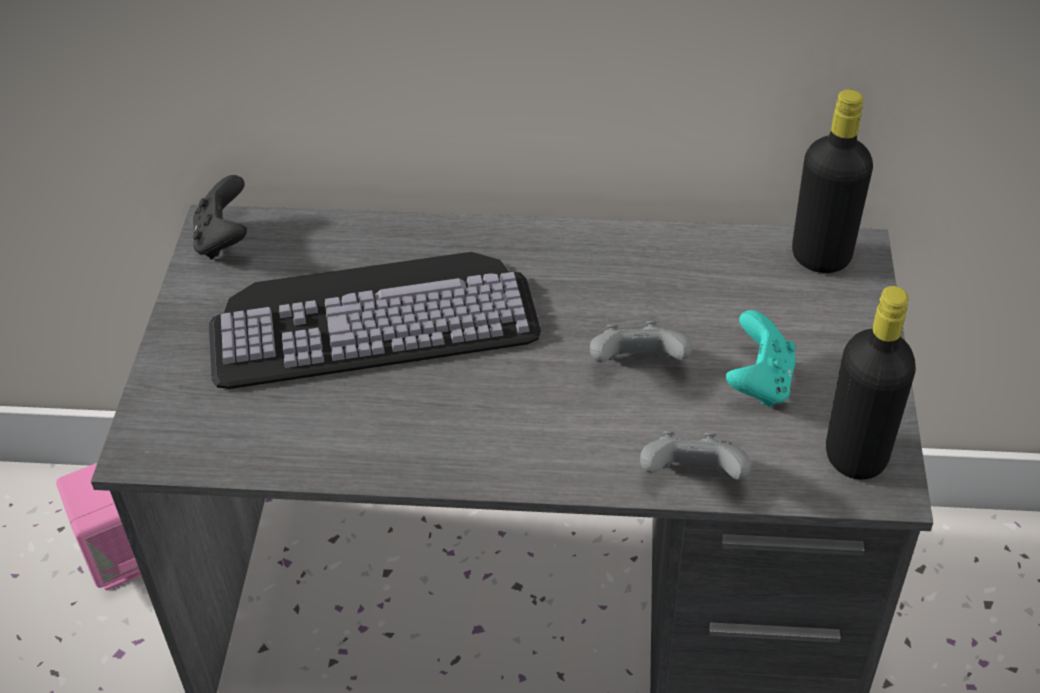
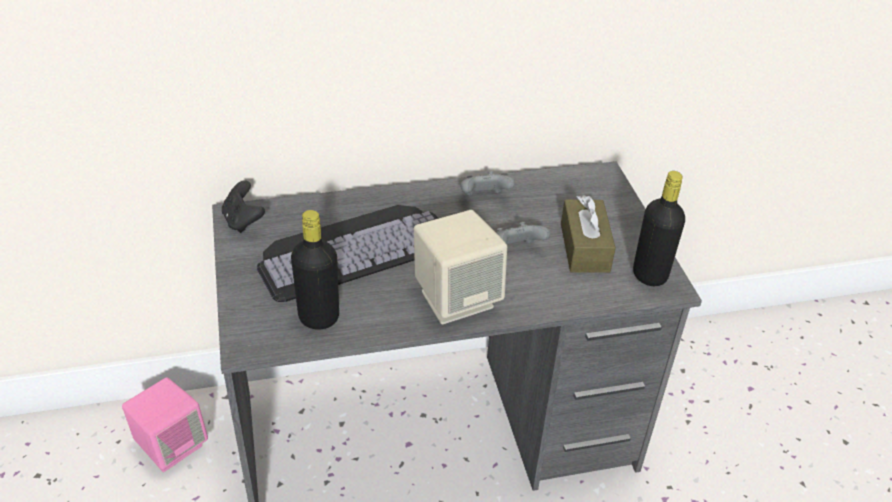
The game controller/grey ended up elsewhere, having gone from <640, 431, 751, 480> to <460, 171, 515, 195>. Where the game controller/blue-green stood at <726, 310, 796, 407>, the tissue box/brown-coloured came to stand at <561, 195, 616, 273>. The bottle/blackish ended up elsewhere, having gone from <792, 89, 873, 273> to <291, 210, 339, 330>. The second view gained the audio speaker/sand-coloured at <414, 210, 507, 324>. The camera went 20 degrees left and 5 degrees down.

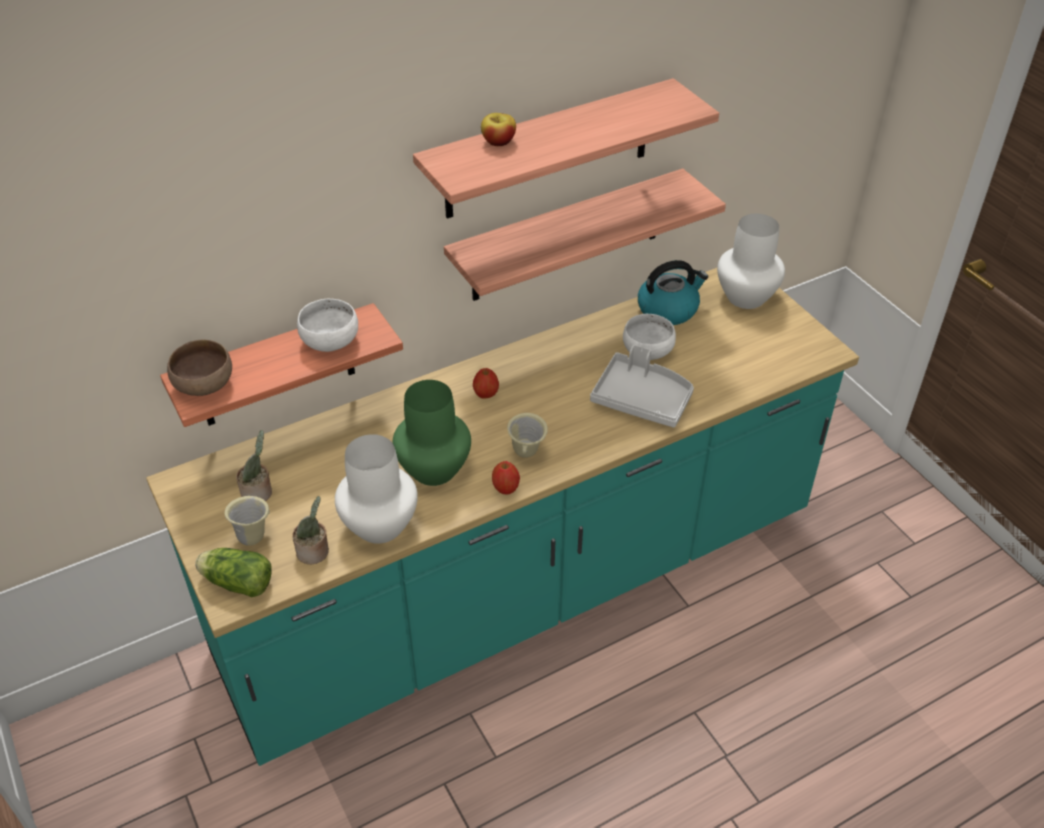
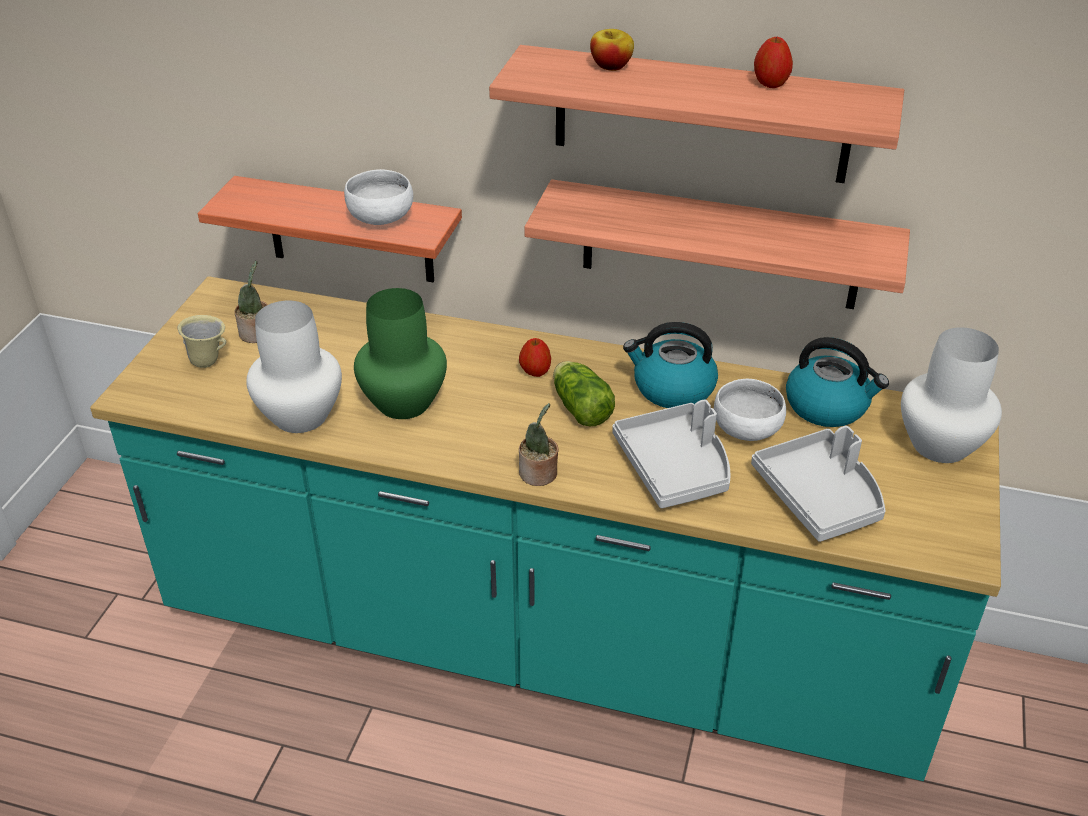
The second view lost the serving bowl/brown-coloured at <167, 339, 232, 396>. The lettuce head ended up elsewhere, having gone from <195, 548, 272, 597> to <553, 361, 615, 426>. The plant in a pot ended up elsewhere, having gone from <292, 496, 329, 564> to <519, 403, 558, 486>. The apple fruit ended up elsewhere, having gone from <492, 461, 520, 495> to <754, 37, 793, 88>. The second view lost the coffee mug/sand-coloured at <507, 413, 548, 458>. The second view gained the kettle at <623, 322, 718, 408>. The second view gained the serving tray/grey at <751, 426, 886, 542>. The camera went 45 degrees right and 5 degrees down.

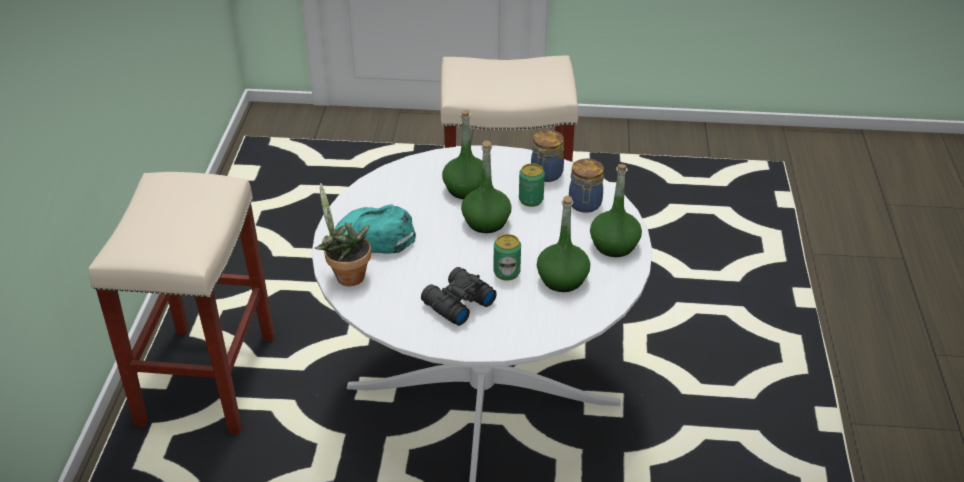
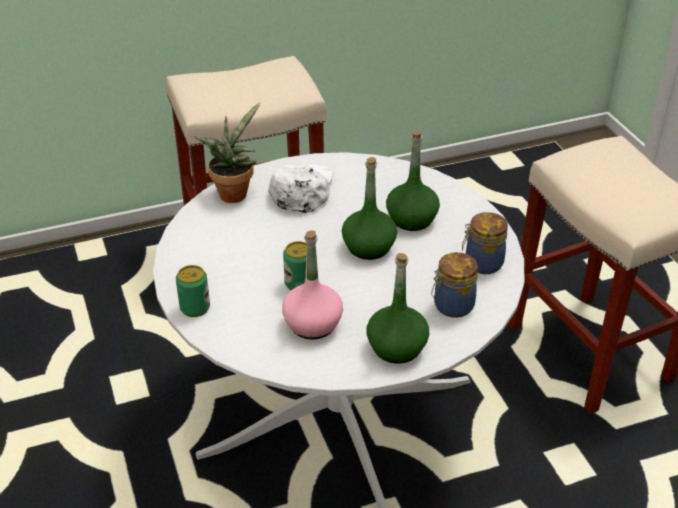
What was the peaked cap/blue-green at <335, 204, 416, 253> turned into the peaked cap/whitish at <268, 164, 334, 213>. The second view lost the pair of binoculars/blackish at <421, 267, 497, 326>. The sealed can ended up elsewhere, having gone from <519, 163, 545, 207> to <176, 265, 210, 317>. What was the bottle/greenish at <537, 196, 590, 292> turned into the bottle/pink-coloured at <282, 230, 343, 339>. The camera went 65 degrees right and 0 degrees up.

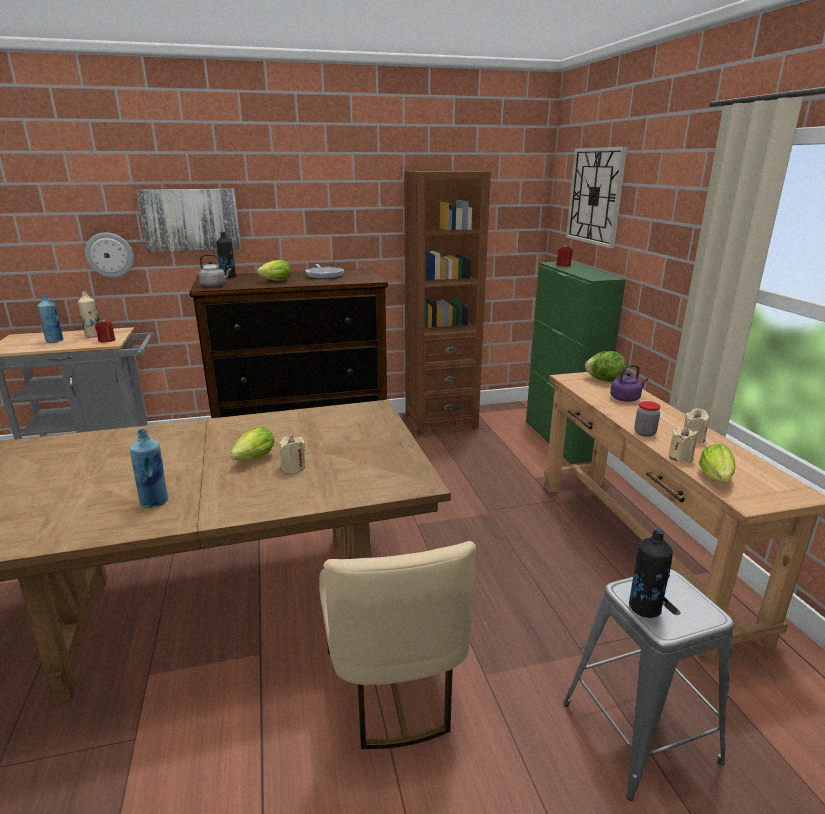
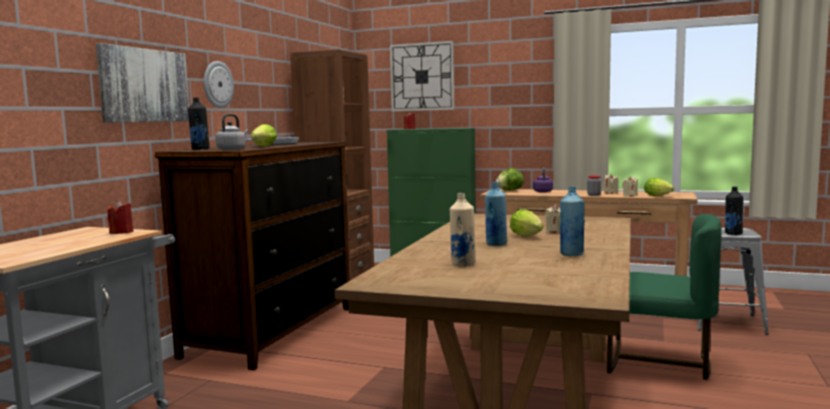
The bottle/bluish ended up elsewhere, having gone from <37, 295, 63, 343> to <485, 182, 507, 246>. The bottle/sand-coloured ended up elsewhere, having gone from <78, 291, 99, 338> to <450, 193, 476, 266>. The clock on the wall ended up elsewhere, having gone from <85, 233, 134, 278> to <204, 61, 234, 108>. What was the plain chair/sand-coloured at <319, 541, 476, 749> turned into the plain chair/greenish at <607, 214, 722, 380>. The camera went 55 degrees left and 15 degrees down.

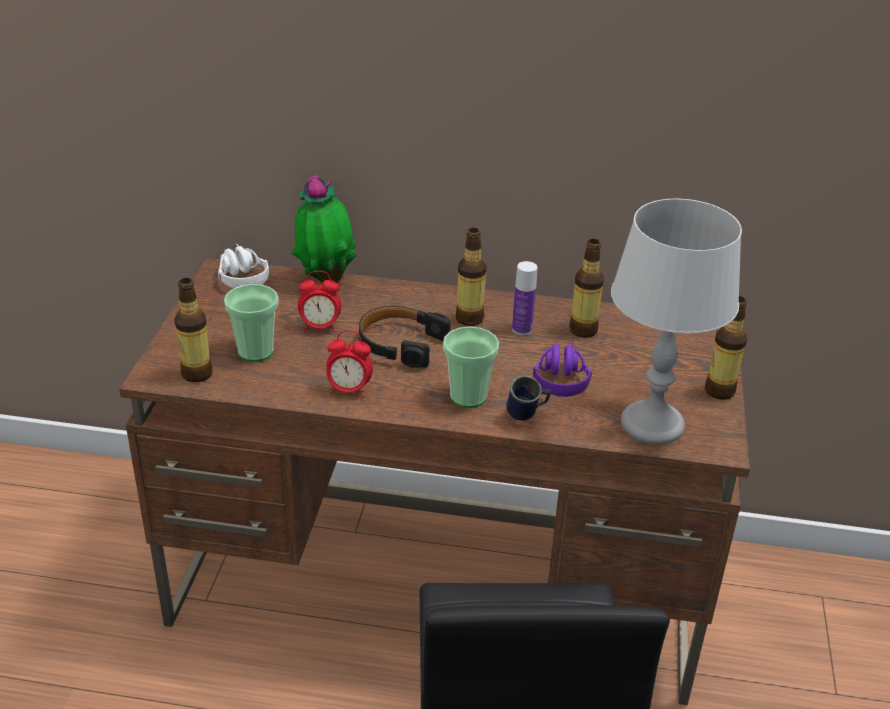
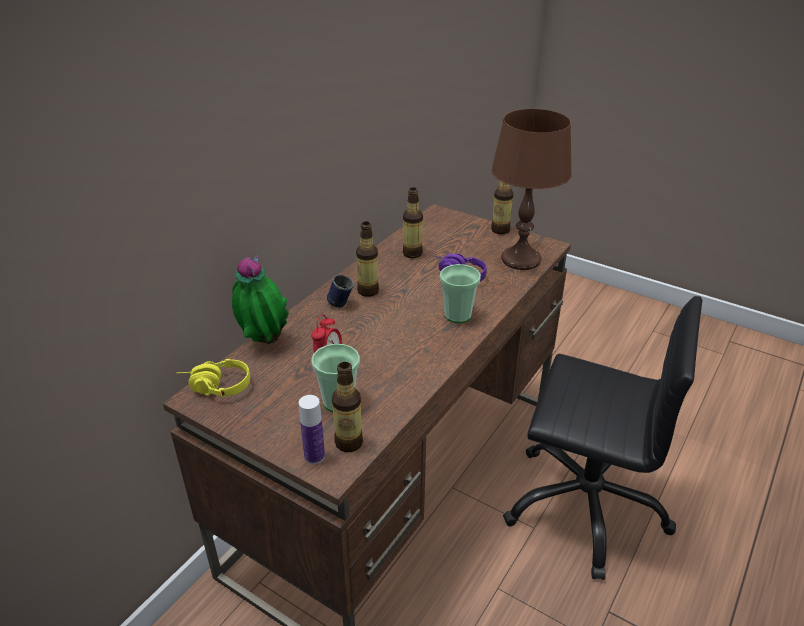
What was the headphones/whitish at <218, 244, 269, 288> turned into the headphones/yellow-coloured at <176, 359, 250, 397>. The second view lost the bedside clock at <326, 331, 373, 398>. The second view lost the headphones/blackish at <359, 306, 451, 368>. The coffee mug/bluish ended up elsewhere, having gone from <506, 375, 551, 421> to <327, 275, 354, 308>. The bottle ended up elsewhere, having gone from <512, 261, 537, 335> to <299, 395, 325, 464>. What was the lamp for a table/grey at <611, 199, 742, 445> turned into the lamp for a table/brown-coloured at <491, 109, 572, 270>. The camera went 65 degrees left and 0 degrees up.

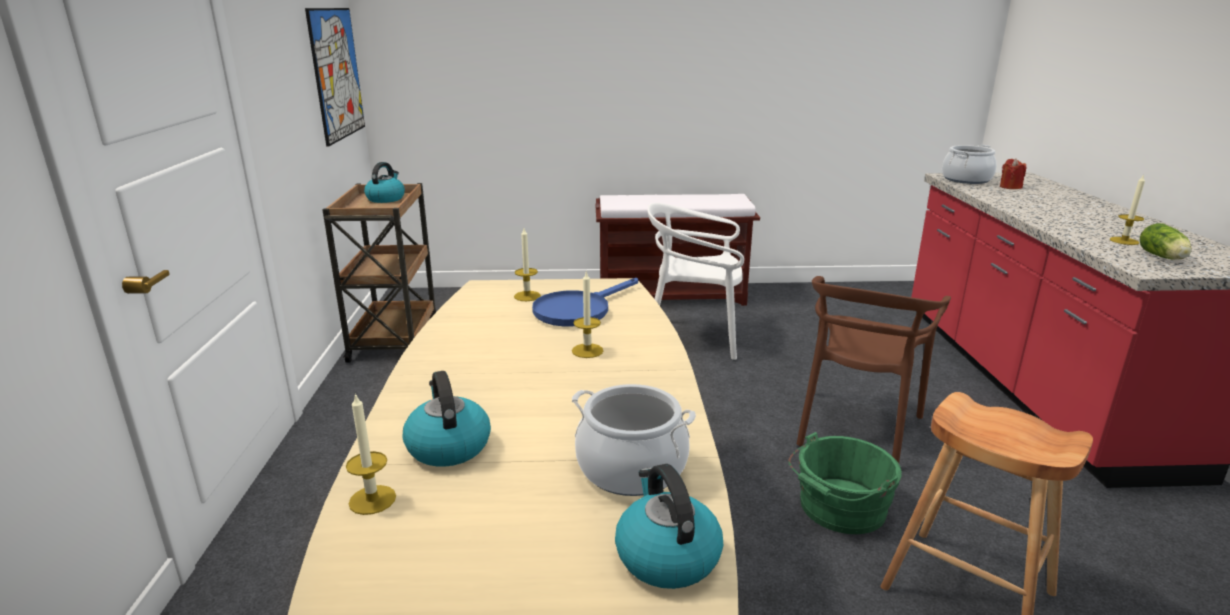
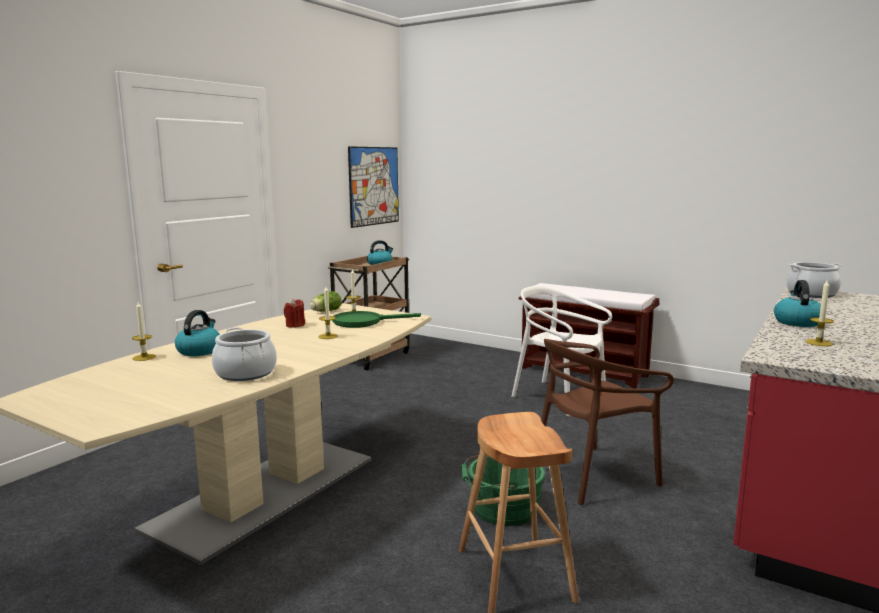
What was the pan/bluish at <532, 278, 638, 327> turned into the pan/greenish at <332, 311, 421, 328>. The kettle ended up elsewhere, having gone from <615, 464, 723, 589> to <774, 280, 821, 327>. The candle/red ended up elsewhere, having gone from <1000, 158, 1027, 189> to <284, 299, 305, 328>. The lettuce head ended up elsewhere, having gone from <1140, 223, 1192, 260> to <310, 291, 342, 312>. The camera went 35 degrees right and 10 degrees down.

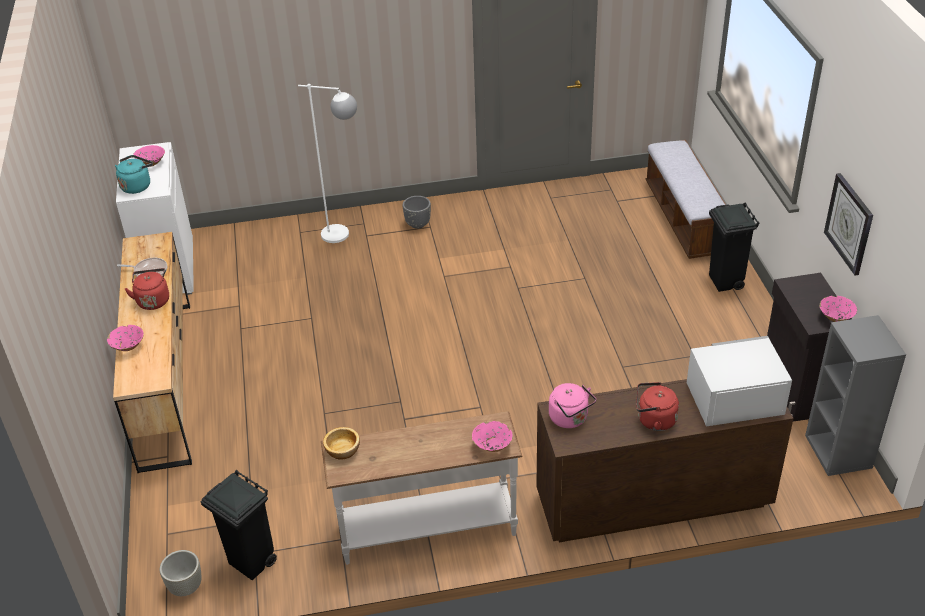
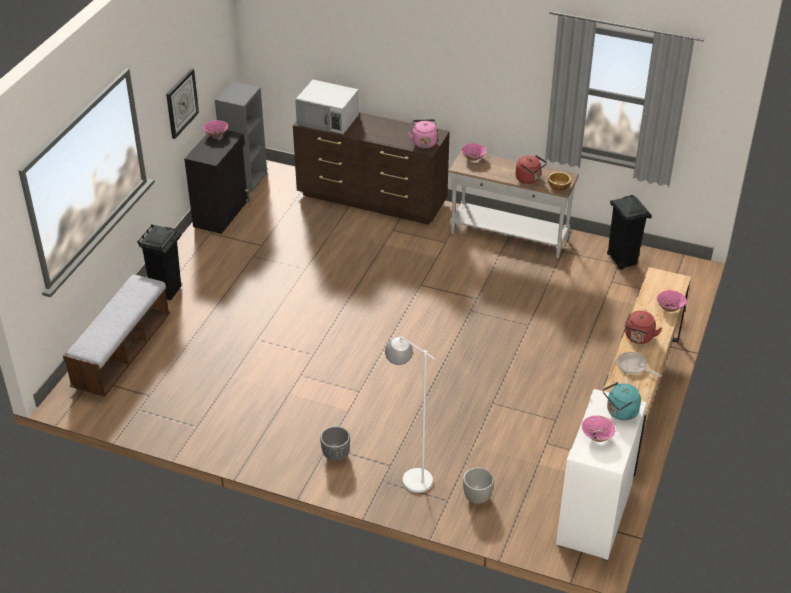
The flower pot/grey ended up elsewhere, having gone from <160, 550, 202, 596> to <463, 468, 494, 504>. The kettle/red ended up elsewhere, having gone from <636, 382, 679, 431> to <516, 155, 547, 184>. The camera went 150 degrees left and 0 degrees up.

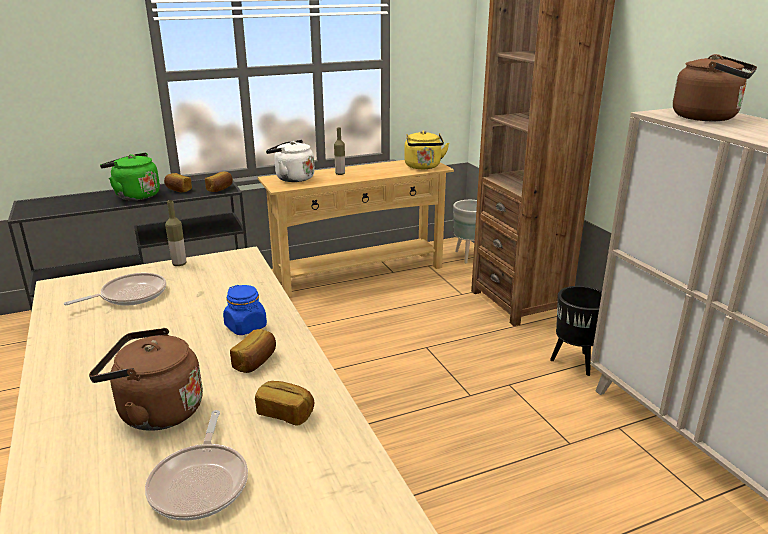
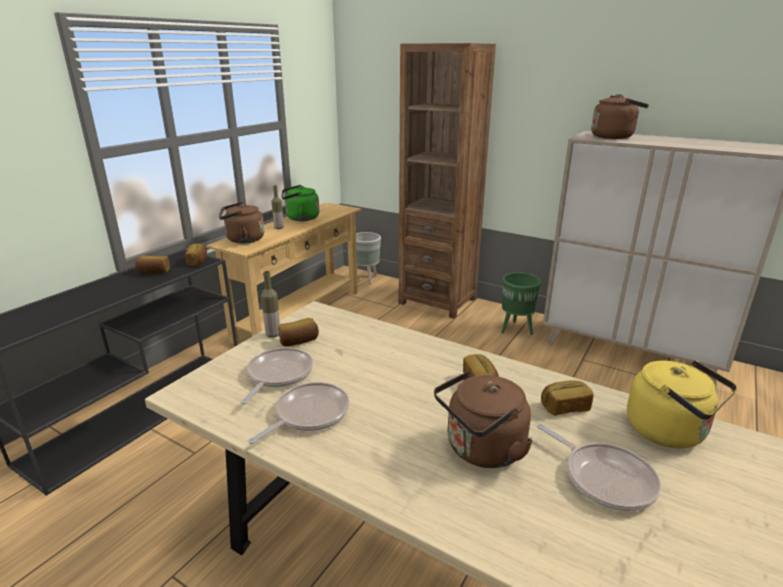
The kettle/greenish ended up elsewhere, having gone from <100, 153, 160, 200> to <282, 185, 319, 221>. The second view lost the storage jar/bluish at <223, 285, 267, 335>. What was the kettle/whitish at <266, 140, 315, 182> turned into the kettle/brown-coloured at <219, 202, 264, 243>. The kettle/yellow-coloured ended up elsewhere, having gone from <404, 131, 449, 169> to <627, 360, 737, 448>. What was the flower pot/blackish at <550, 286, 602, 376> turned into the flower pot/greenish at <501, 272, 541, 335>. The second view gained the pan at <248, 382, 350, 444>. The second view gained the bread at <278, 318, 319, 347>. The camera went 35 degrees left and 0 degrees up.

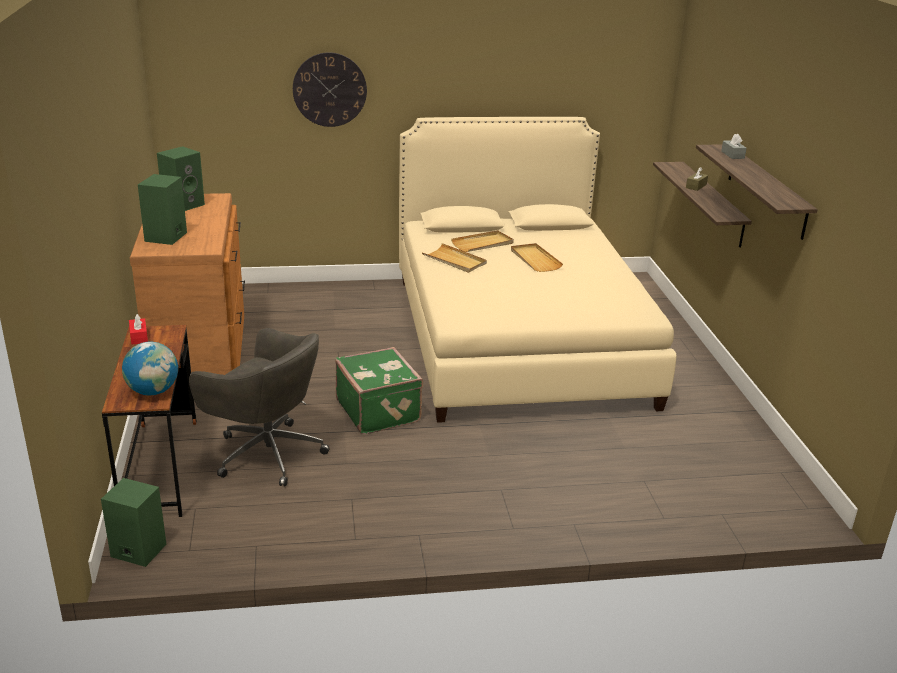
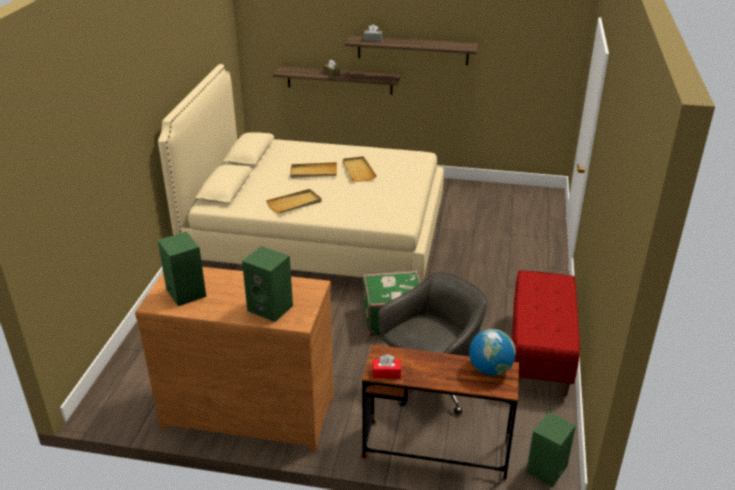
The second view lost the clock on the wall at <293, 52, 367, 127>. The serving tray/sand-coloured ended up elsewhere, having gone from <451, 230, 514, 252> to <343, 156, 377, 182>. The second view gained the bench/red at <512, 270, 580, 396>. The camera went 70 degrees left and 5 degrees up.

